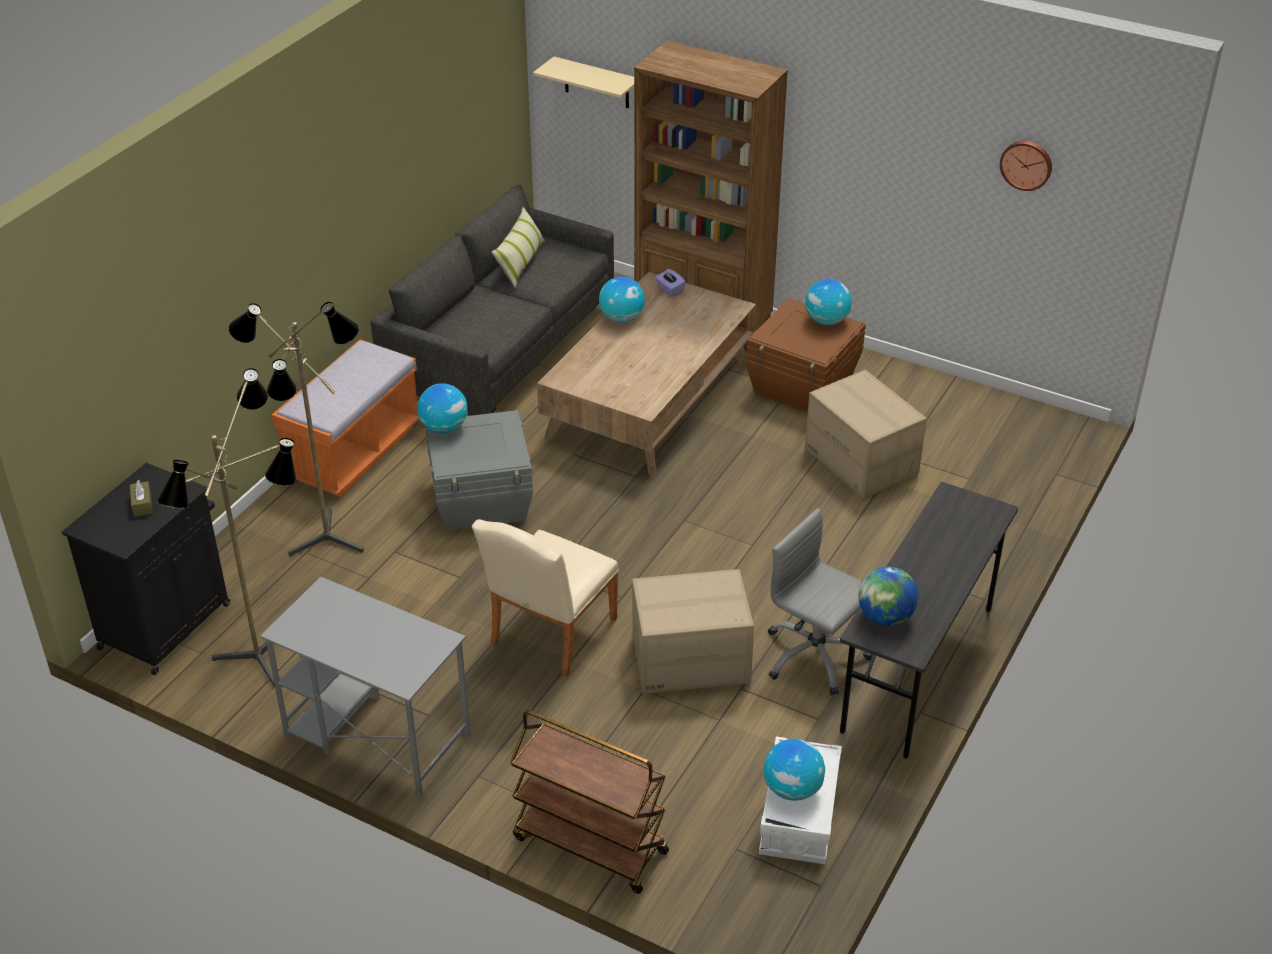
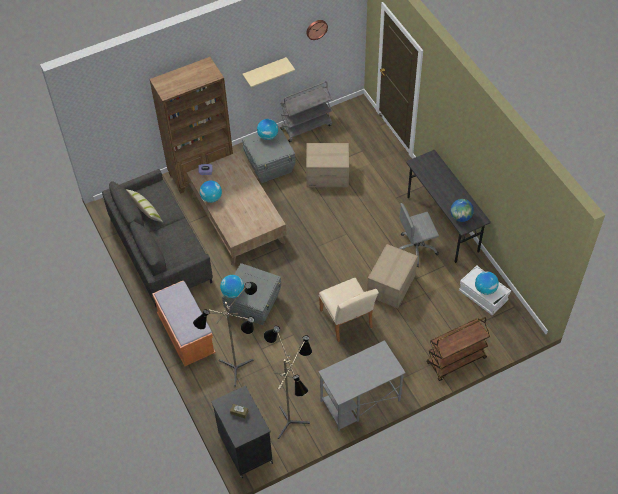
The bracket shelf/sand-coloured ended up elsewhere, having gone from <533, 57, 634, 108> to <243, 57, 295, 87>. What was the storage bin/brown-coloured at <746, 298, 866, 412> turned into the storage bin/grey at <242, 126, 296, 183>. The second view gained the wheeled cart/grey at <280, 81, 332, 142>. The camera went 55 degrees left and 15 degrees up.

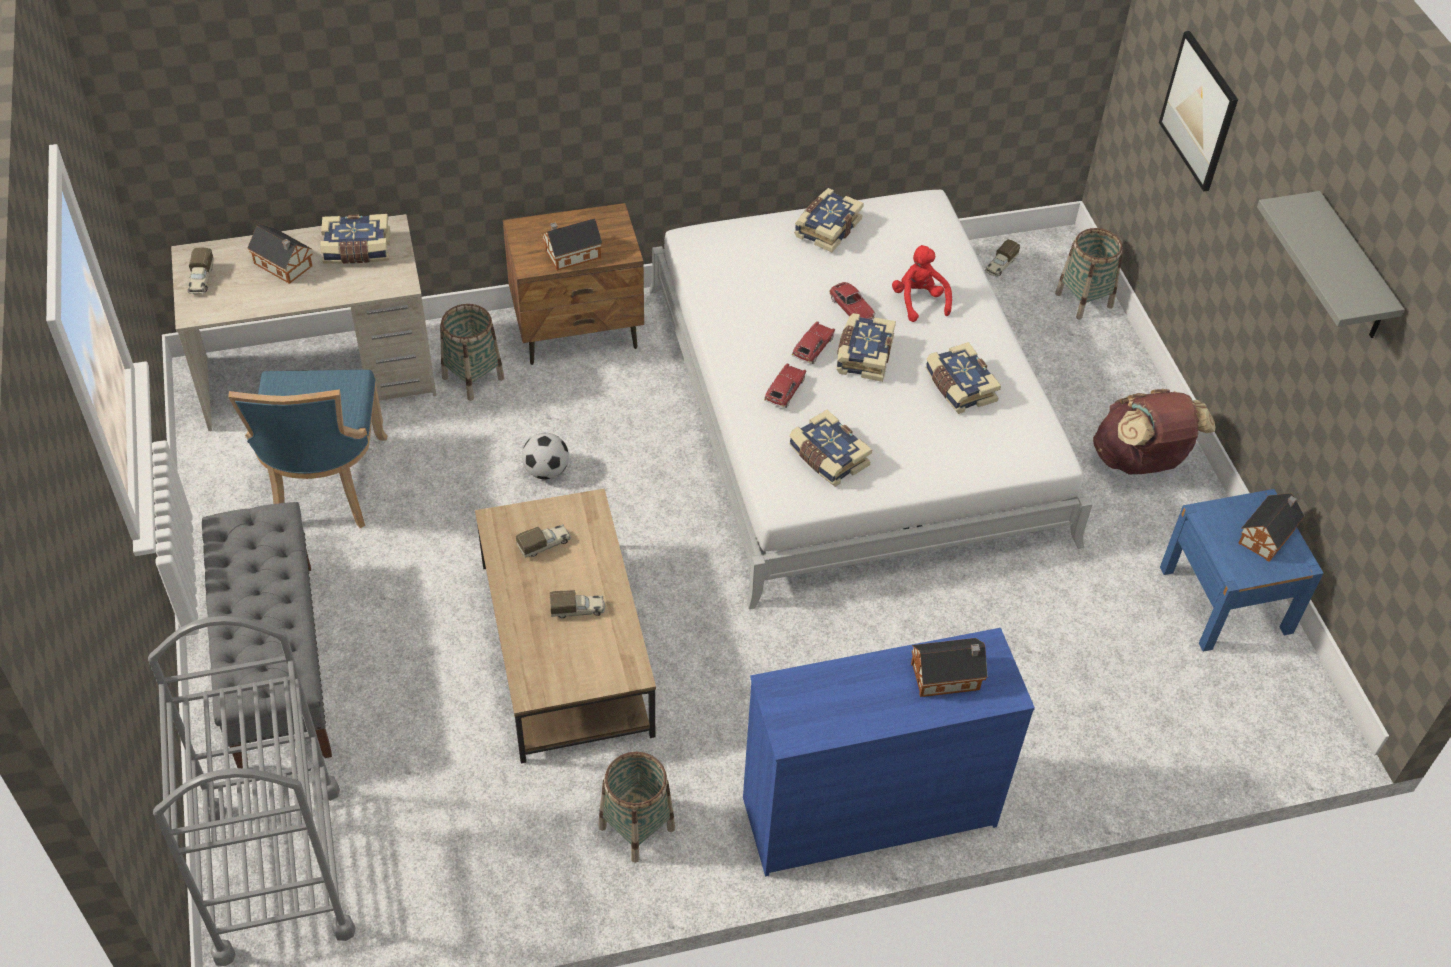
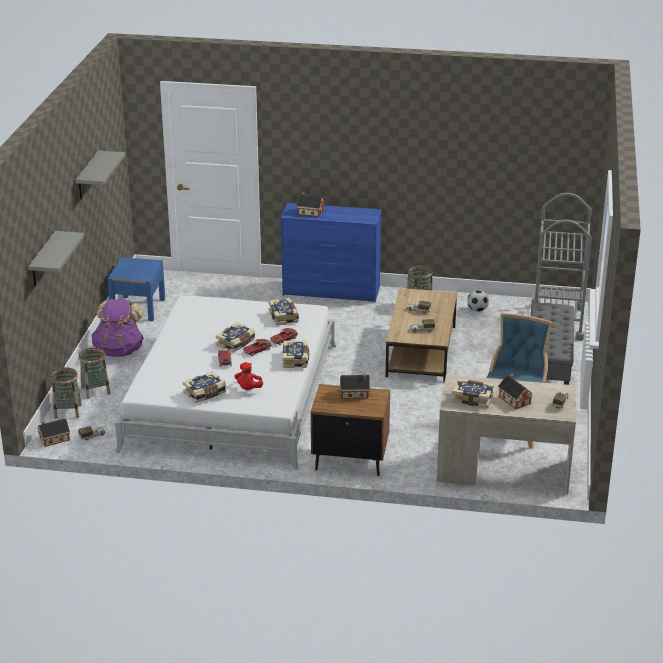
The storage basket ended up elsewhere, having gone from <440, 304, 504, 401> to <79, 347, 111, 399>. The football ball ended up elsewhere, having gone from <522, 433, 569, 480> to <467, 290, 489, 312>. The soft toy/red ended up elsewhere, having gone from <892, 245, 952, 322> to <234, 362, 263, 390>. The volume ended up elsewhere, having gone from <925, 342, 1001, 414> to <283, 340, 309, 368>. What was the backpack/brown-coloured at <1093, 389, 1216, 474> turned into the backpack/purple at <91, 299, 144, 357>. Where the picture hung at <1159, 31, 1238, 192>, the bracket shelf/grey came to hang at <28, 231, 85, 286>. The toy house ended up elsewhere, having gone from <1238, 493, 1305, 561> to <38, 418, 70, 447>. The camera went 155 degrees left and 20 degrees down.

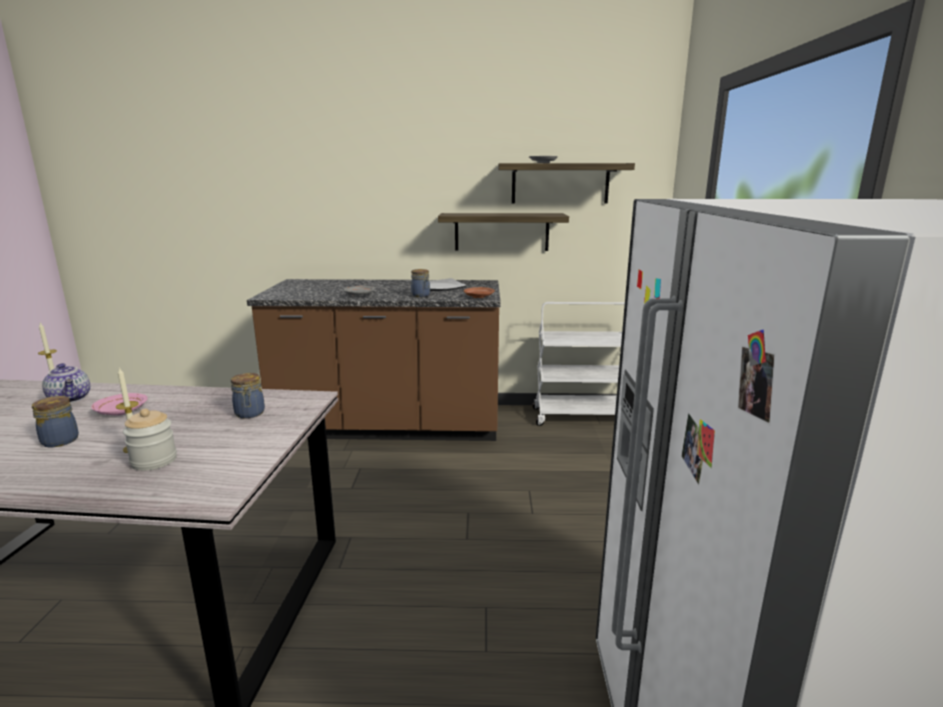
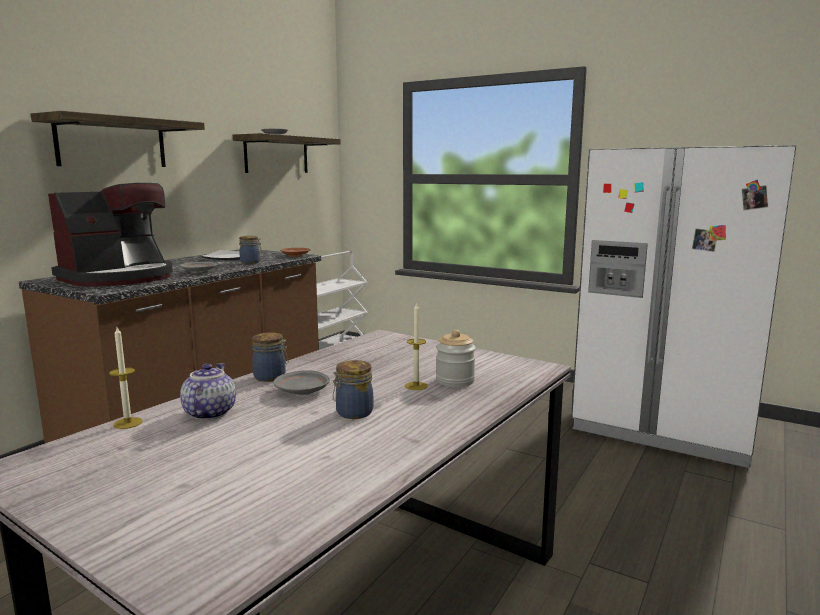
The tea pot at <42, 363, 90, 403> ended up facing another way, 75 degrees counterclockwise from before. What was the dinner plate/pink-coloured at <91, 393, 148, 416> turned into the dinner plate/grey at <274, 370, 330, 395>. The storage jar ended up elsewhere, having gone from <231, 373, 265, 418> to <252, 332, 288, 382>. The bracket shelf ended up elsewhere, having gone from <438, 213, 569, 251> to <31, 111, 205, 167>. The second view gained the coffee machine at <48, 183, 173, 287>. The camera went 60 degrees left and 5 degrees down.

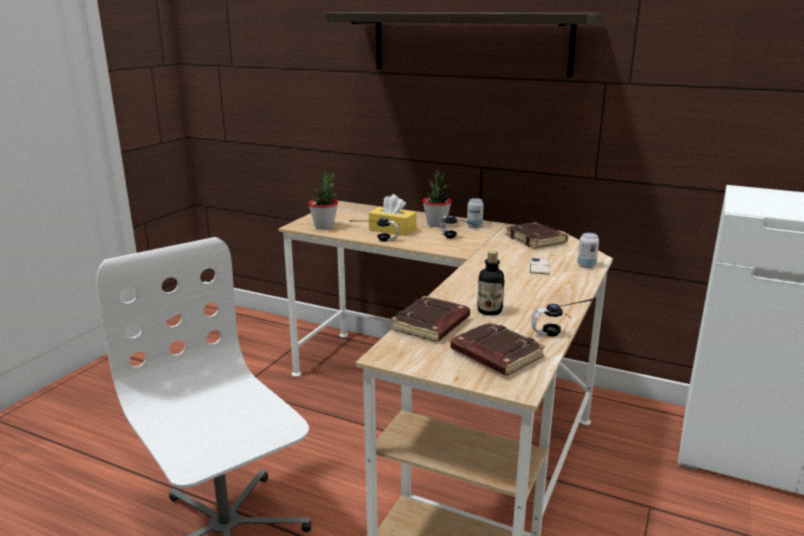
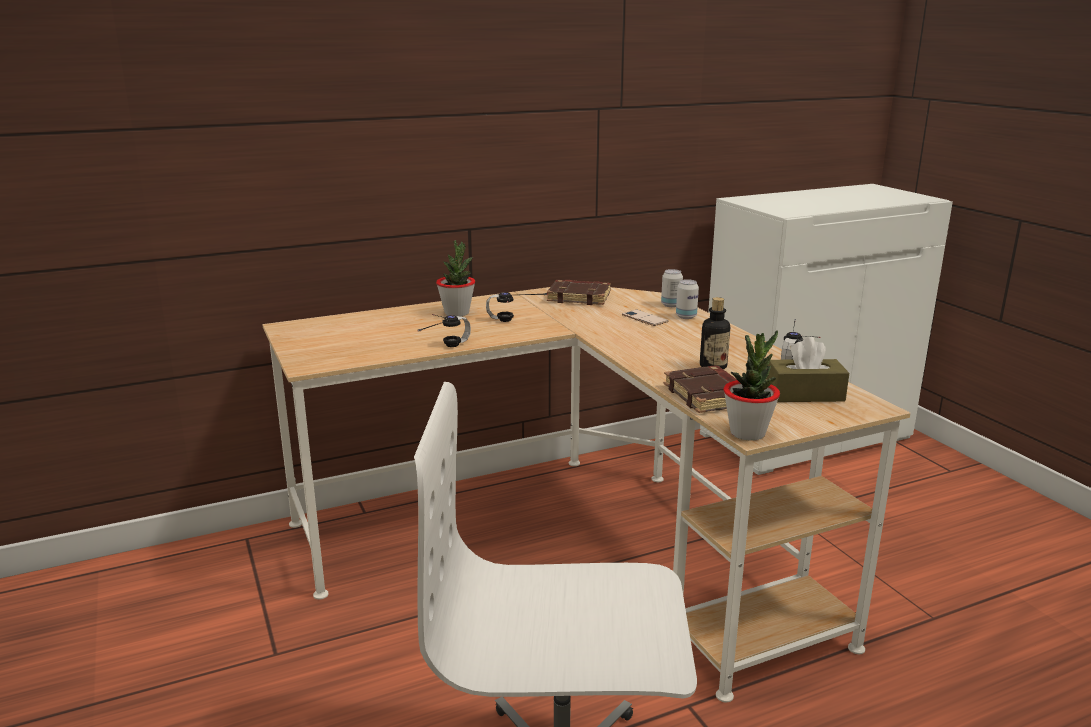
The plant in a pot ended up elsewhere, having gone from <308, 171, 338, 230> to <724, 330, 780, 441>. The second view lost the bracket shelf at <326, 12, 602, 77>. The second view lost the tissue box/yellow-coloured at <369, 194, 417, 236>. Where the volume/brown-coloured stood at <450, 322, 545, 376>, the tissue box/brown-coloured came to stand at <766, 337, 849, 402>. The sealed can ended up elsewhere, having gone from <467, 198, 484, 228> to <676, 279, 699, 319>. The camera went 50 degrees left and 0 degrees up.

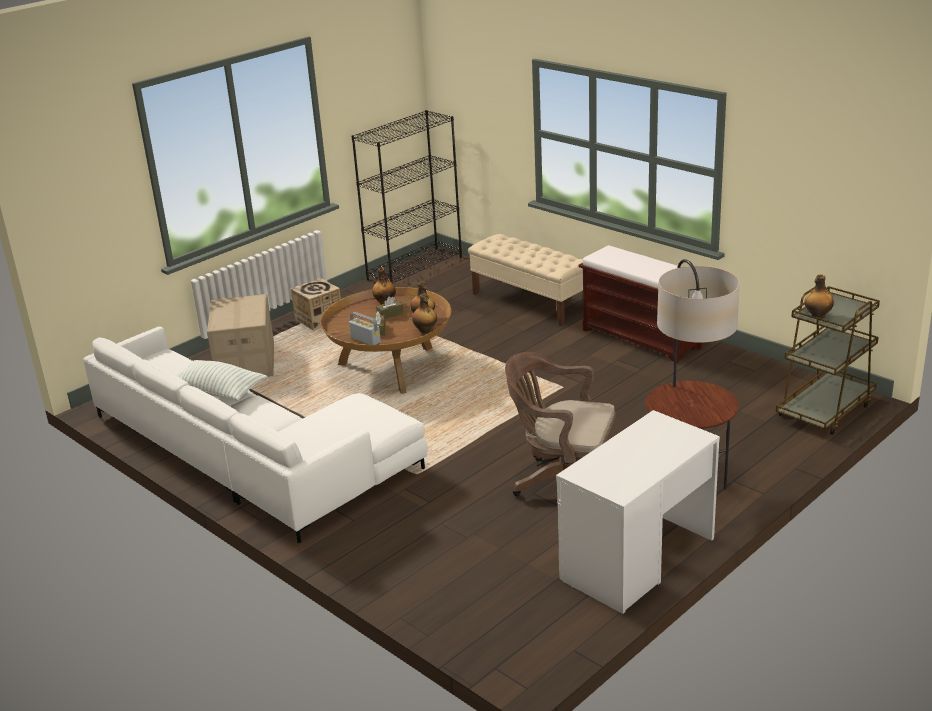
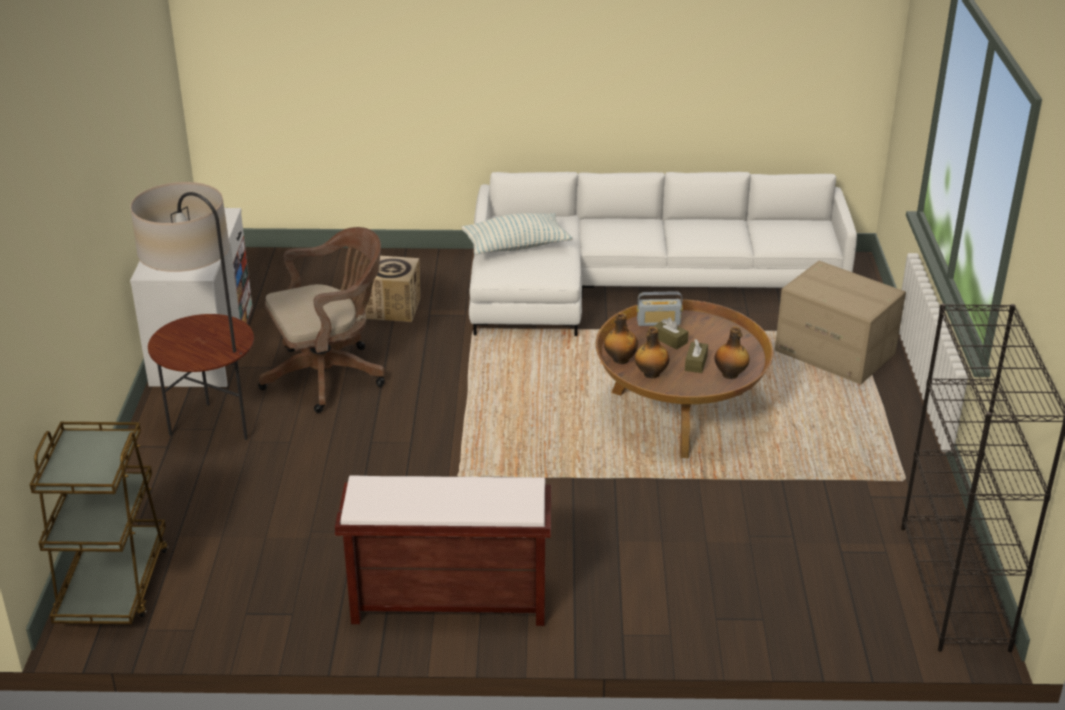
The throw pillow ended up elsewhere, having gone from <176, 360, 267, 400> to <462, 213, 573, 255>. The packing box ended up elsewhere, having gone from <290, 278, 341, 331> to <365, 256, 420, 322>. The second view lost the bench/sand-coloured at <468, 234, 583, 326>. The second view lost the bottle at <804, 274, 834, 319>. The camera went 135 degrees right and 5 degrees up.

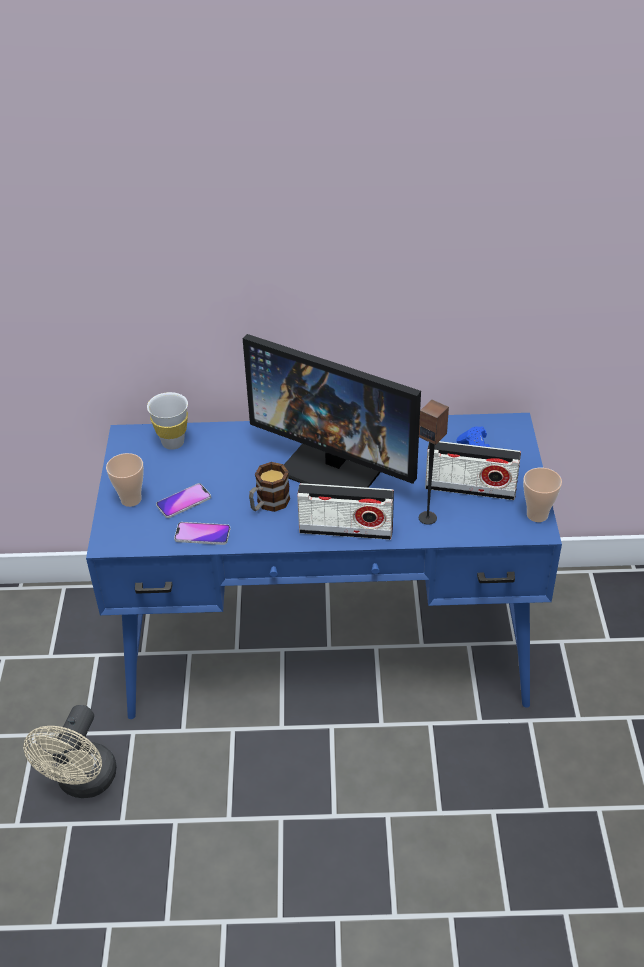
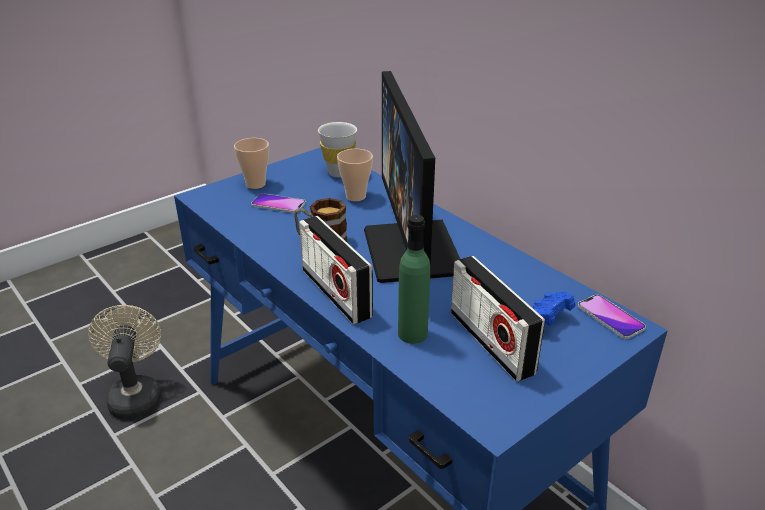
The electric fan/sand-coloured at <23, 705, 117, 798> ended up facing another way, 105 degrees clockwise from before. The telephone ended up elsewhere, having gone from <174, 522, 230, 545> to <578, 295, 646, 339>. Where the audio speaker stood at <419, 400, 449, 525>, the bottle/greenish came to stand at <398, 215, 430, 344>. The cup ended up elsewhere, having gone from <523, 468, 562, 522> to <337, 149, 373, 201>. The camera went 50 degrees right and 10 degrees down.

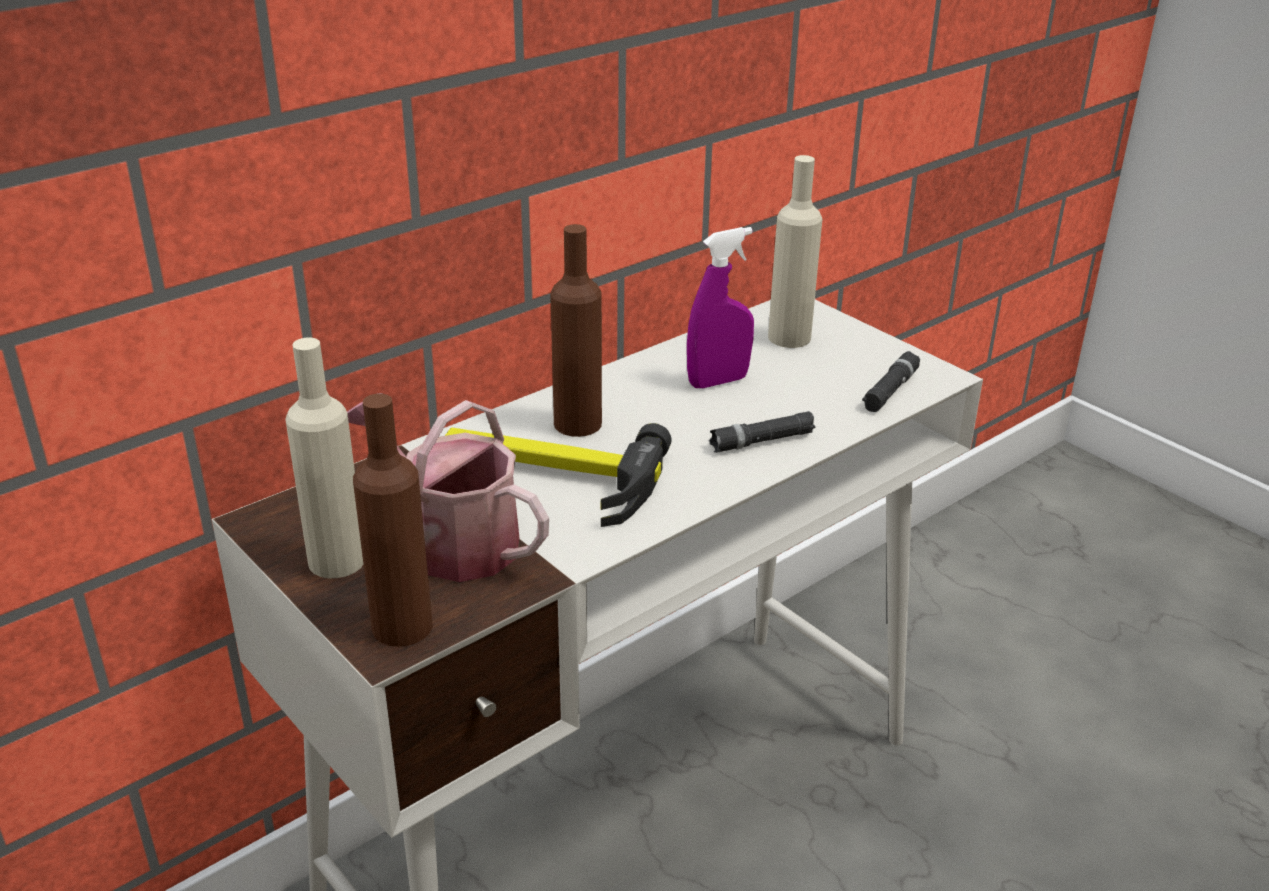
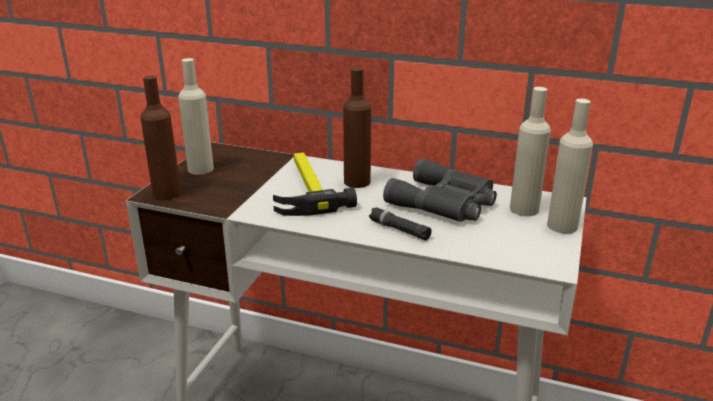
The second view lost the watering can at <347, 393, 549, 582>. Where the sprayer/purple stood at <687, 227, 754, 388>, the pair of binoculars/grey came to stand at <383, 158, 497, 222>. The second view lost the torch/blackish at <862, 351, 920, 412>. The second view gained the bottle/sand-coloured at <547, 99, 593, 234>. The camera went 60 degrees right and 5 degrees down.

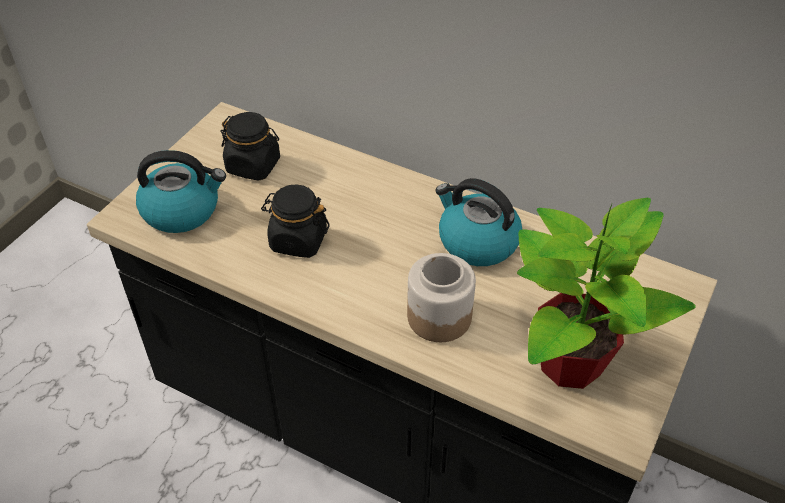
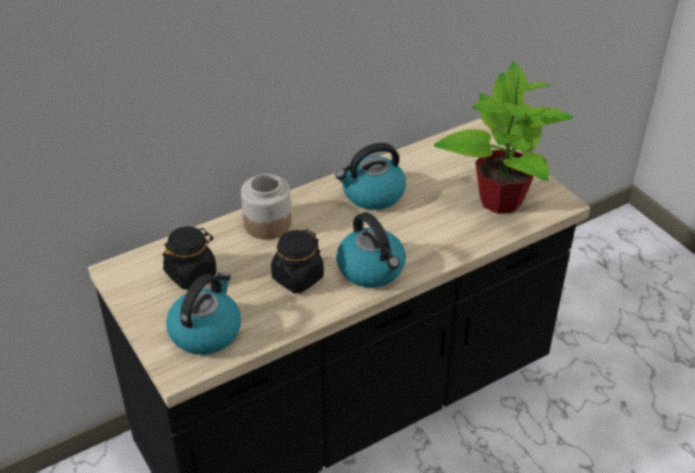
The storage jar ended up elsewhere, having gone from <407, 253, 476, 342> to <241, 174, 291, 239>. The second view gained the kettle at <336, 212, 406, 288>. The camera went 60 degrees left and 5 degrees down.

